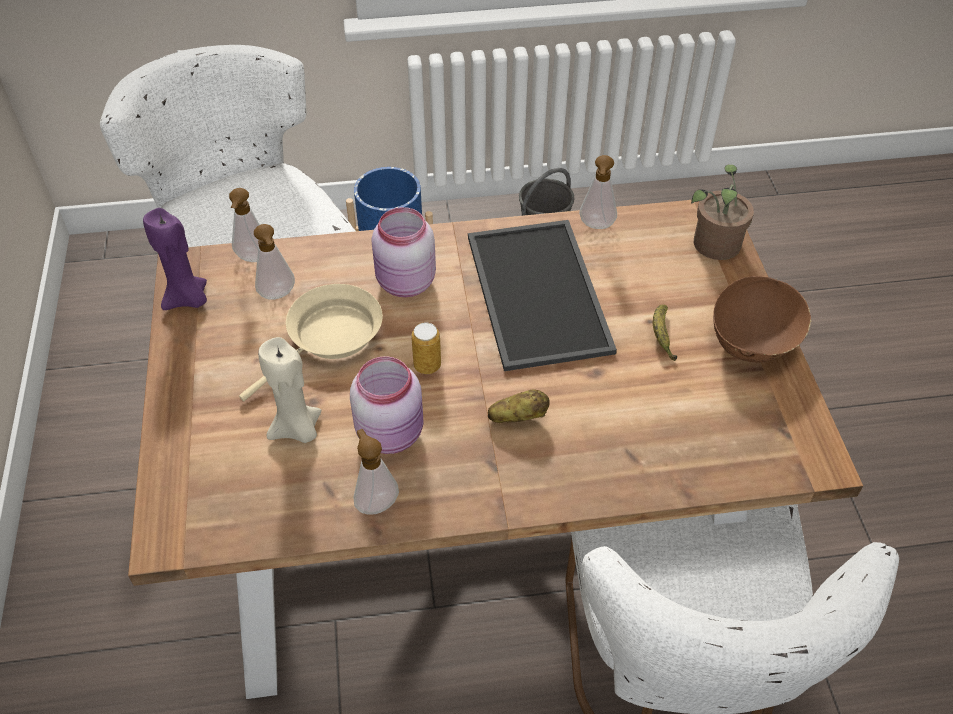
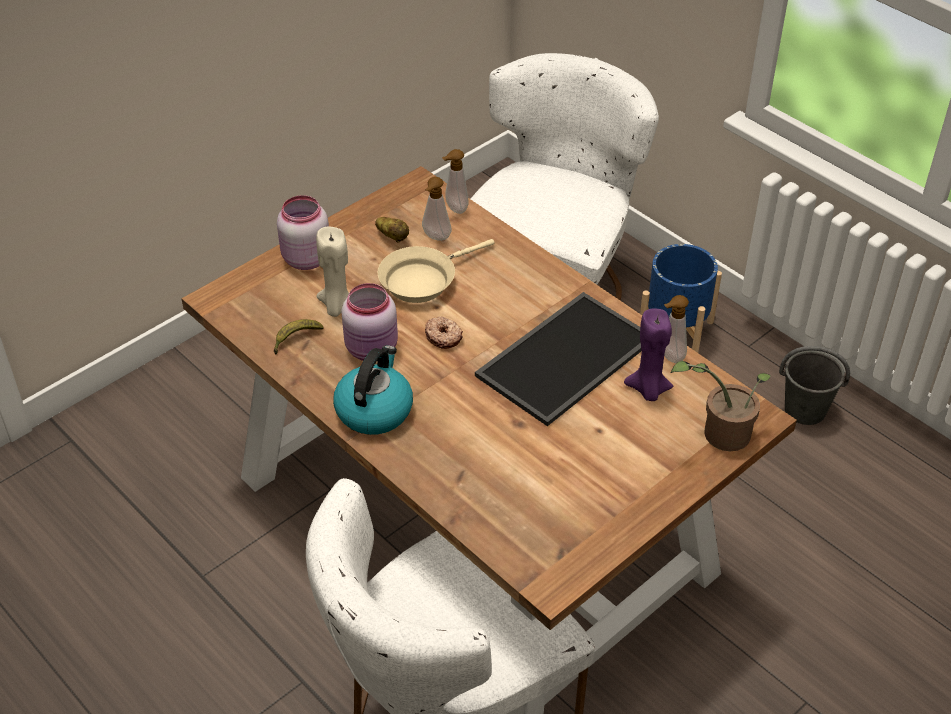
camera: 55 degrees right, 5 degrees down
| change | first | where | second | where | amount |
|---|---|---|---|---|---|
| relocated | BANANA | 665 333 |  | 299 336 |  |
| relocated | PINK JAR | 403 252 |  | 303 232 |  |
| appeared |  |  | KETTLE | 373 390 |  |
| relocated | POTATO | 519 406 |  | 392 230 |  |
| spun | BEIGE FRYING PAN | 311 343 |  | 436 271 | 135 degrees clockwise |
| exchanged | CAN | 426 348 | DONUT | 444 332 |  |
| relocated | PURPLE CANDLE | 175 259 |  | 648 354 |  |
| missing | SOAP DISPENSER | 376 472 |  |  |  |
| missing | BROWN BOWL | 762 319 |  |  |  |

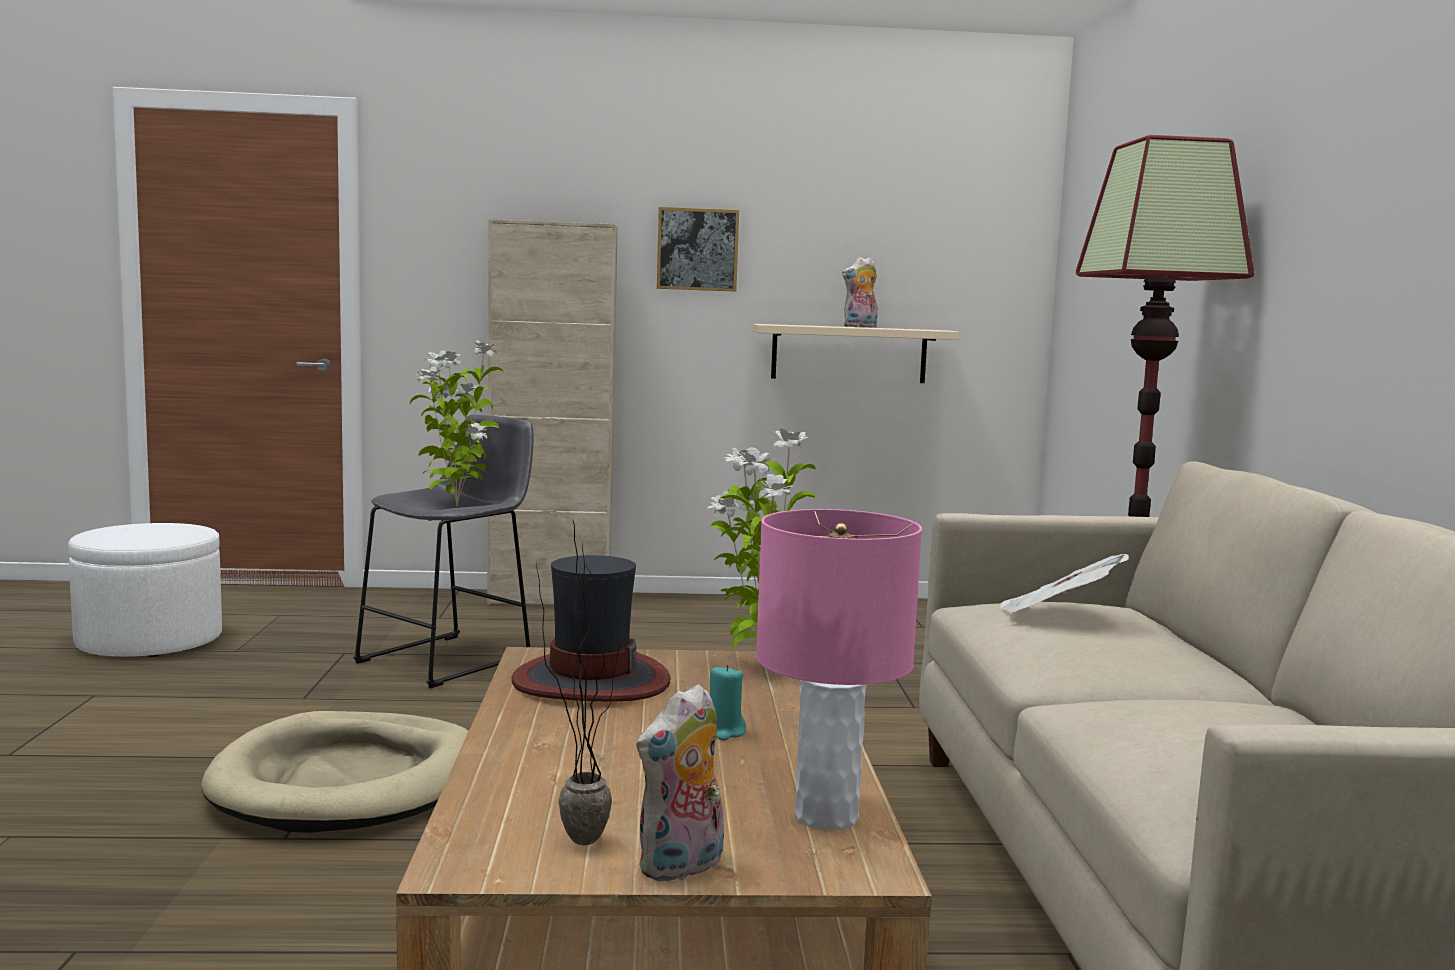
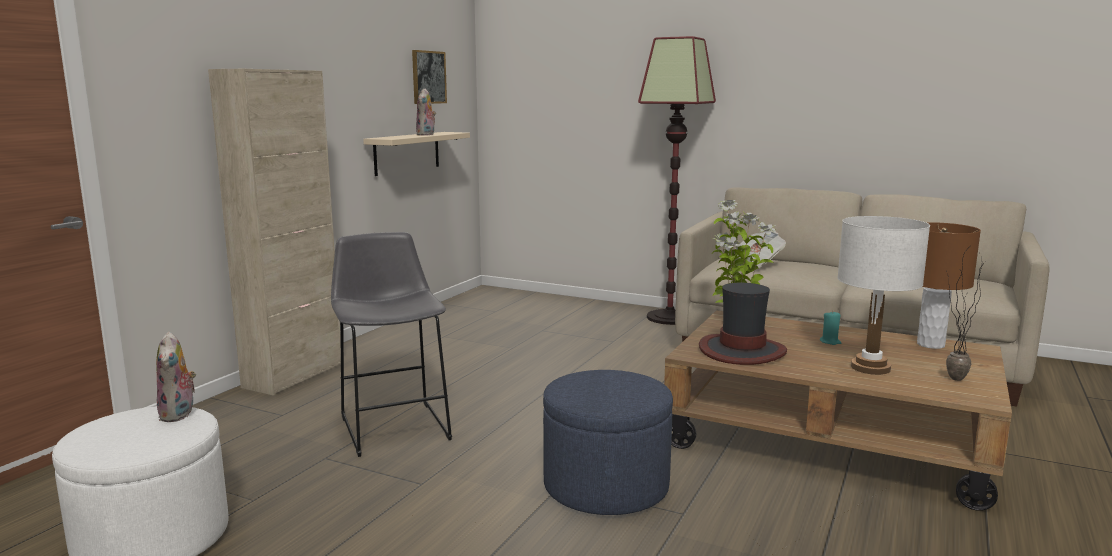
camera: 60 degrees left, 5 degrees up
| change | first | where | second | where | amount |
|---|---|---|---|---|---|
| relocated | PLUSH TOY | 680 783 |  | 176 376 |  |
| relocated | PICTURE | 698 249 |  | 429 77 |  |
| exchanged | BEIGE DOG BED | 335 772 | BLUE OTTOMAN | 608 442 |  |
| appeared |  |  | WHITE TABLE LAMP | 883 295 |  |
| colour | PINK TABLE LAMP | 839 669 | BROWN TABLE LAMP | 949 285 |  |
| missing | POTTED PLANT | 457 423 |  |  |  |

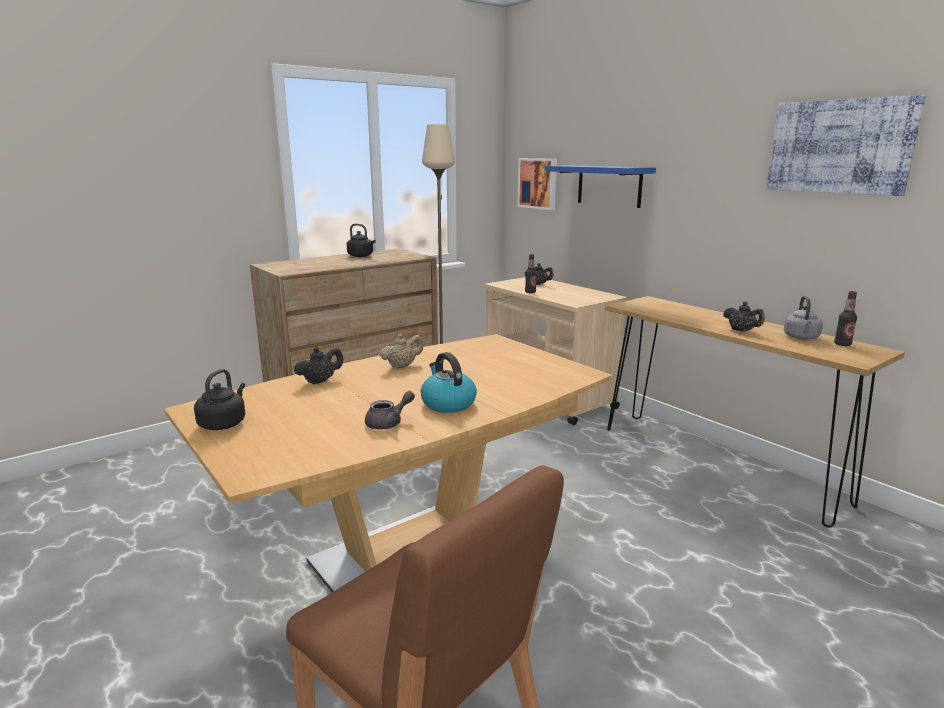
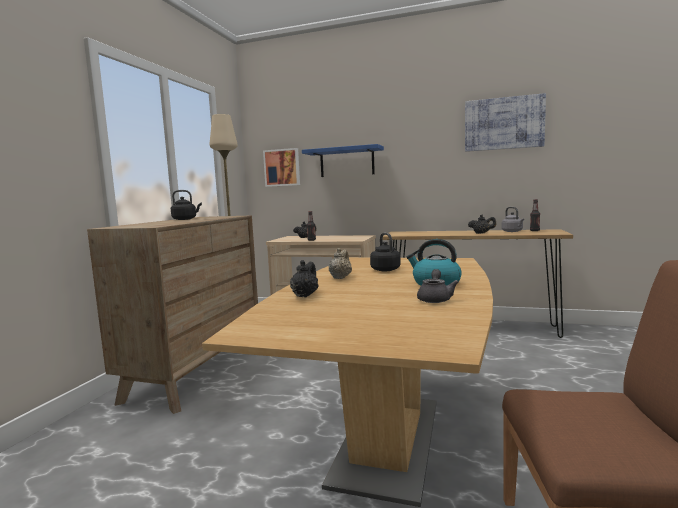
camera: 35 degrees left, 10 degrees down
| change | first | where | second | where | amount |
|---|---|---|---|---|---|
| relocated | BLACK KETTLE | 219 399 |  | 385 252 |  |

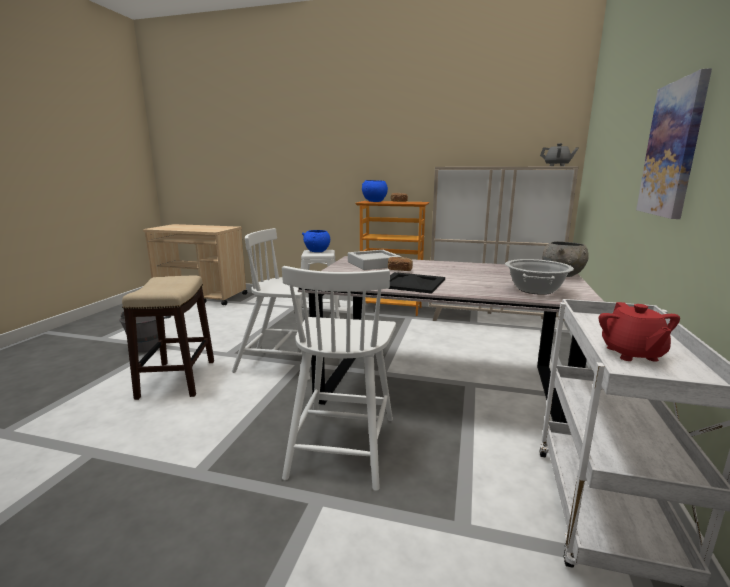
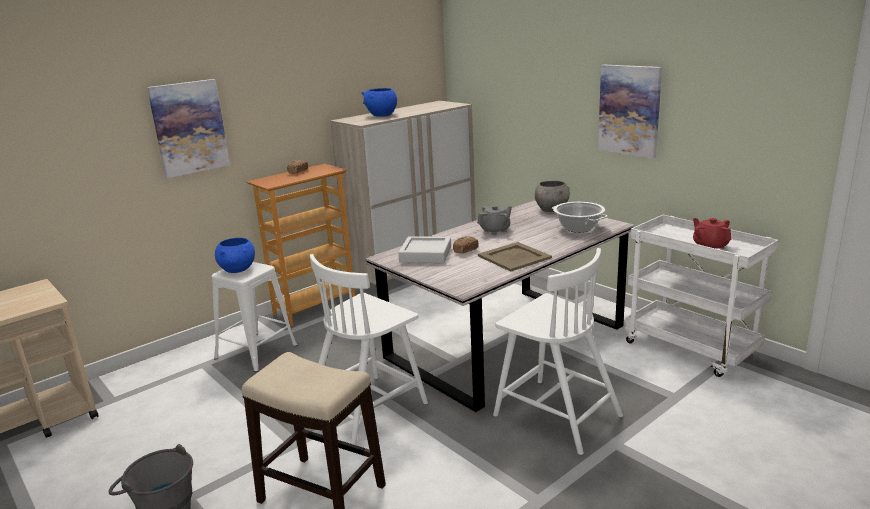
camera: 55 degrees left, 5 degrees up
| change | first | where | second | where | amount |
|---|---|---|---|---|---|
| appeared |  |  | PICTURE | 188 128 |  |
| relocated | BLUE BOWL | 375 191 |  | 379 102 |  |
| relocated | GREY TEAPOT | 559 154 |  | 494 220 |  |
| colour | BLACK TRAY | 416 283 | BEIGE TRAY | 515 257 |  |
| spun | RED TEAPOT | 639 332 |  | 712 233 | 150 degrees counterclockwise |

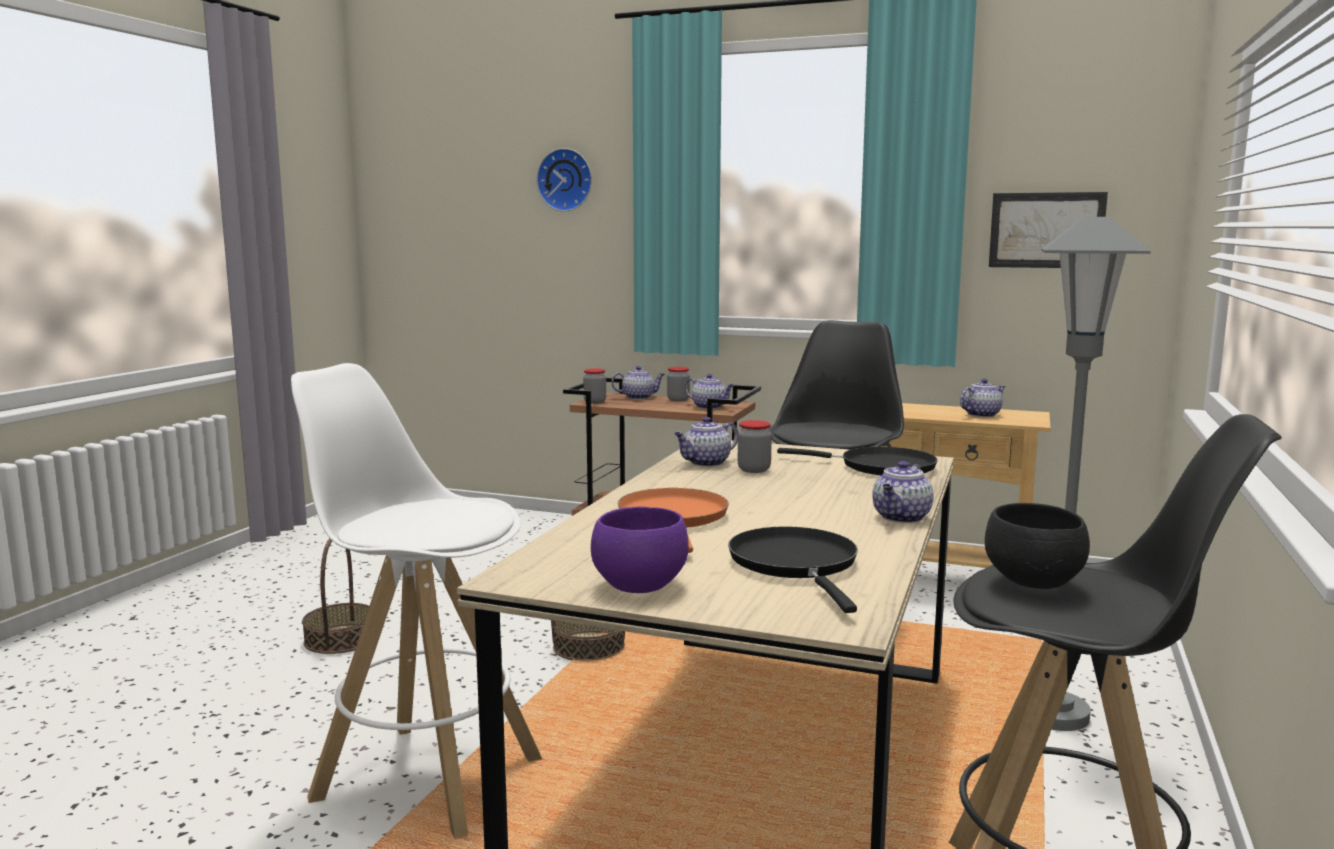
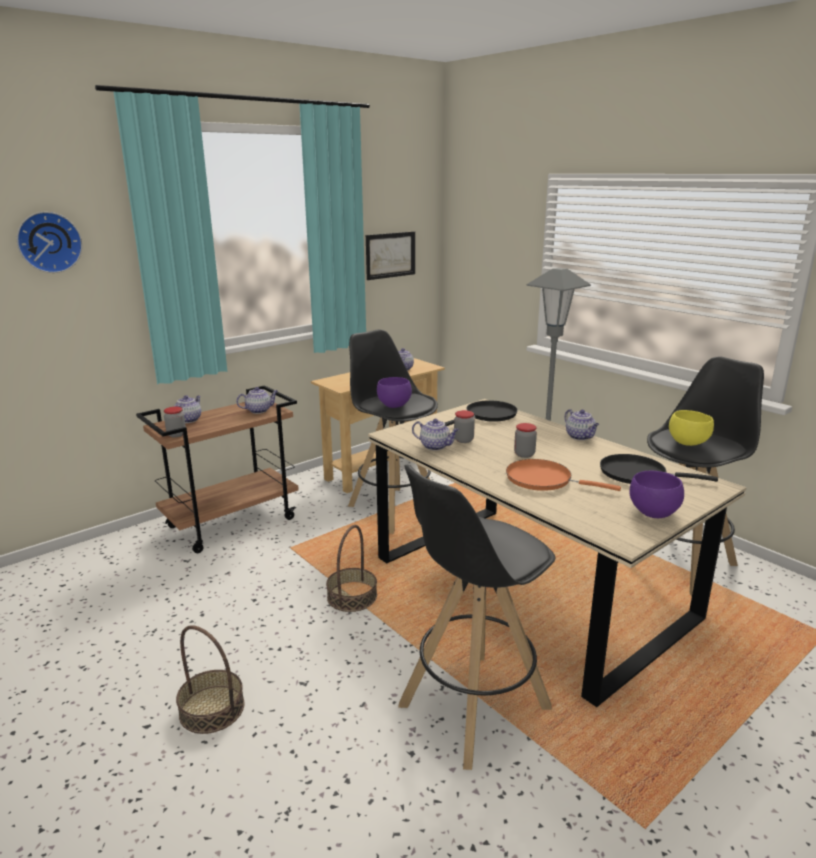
camera: 60 degrees left, 10 degrees up
| change | first | where | second | where | amount |
|---|---|---|---|---|---|
| appeared |  |  | PURPLE BOWL | 394 392 |  |
| colour | WHITE STOOL | 416 601 | BLACK STOOL | 477 617 |  |
| spun | TEAPOT | 706 442 |  | 435 434 | 60 degrees counterclockwise |
| relocated | JAR | 678 384 |  | 525 440 |  |
| colour | BLACK BOWL | 1037 546 | YELLOW BOWL | 691 428 |  |

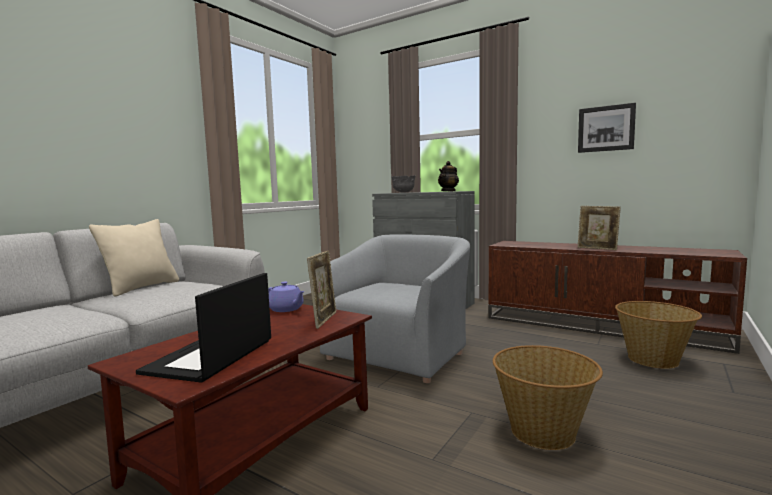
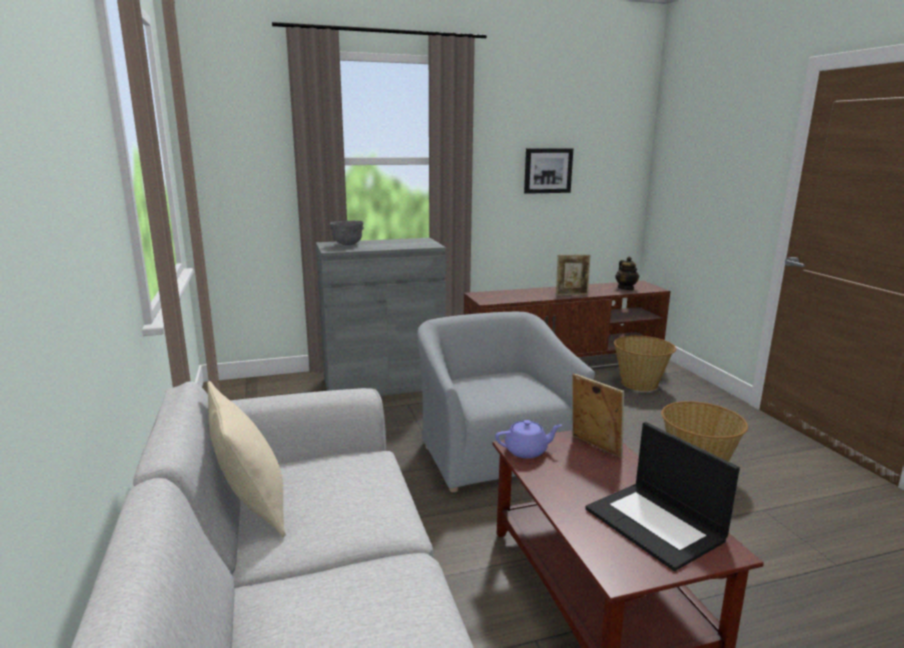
camera: 50 degrees left, 10 degrees up
| change | first | where | second | where | amount |
|---|---|---|---|---|---|
| relocated | TEAPOT | 448 176 |  | 627 273 |  |

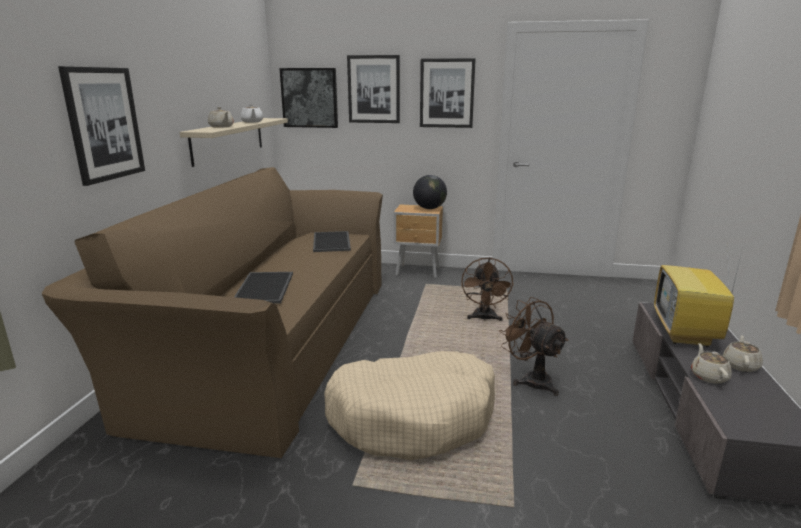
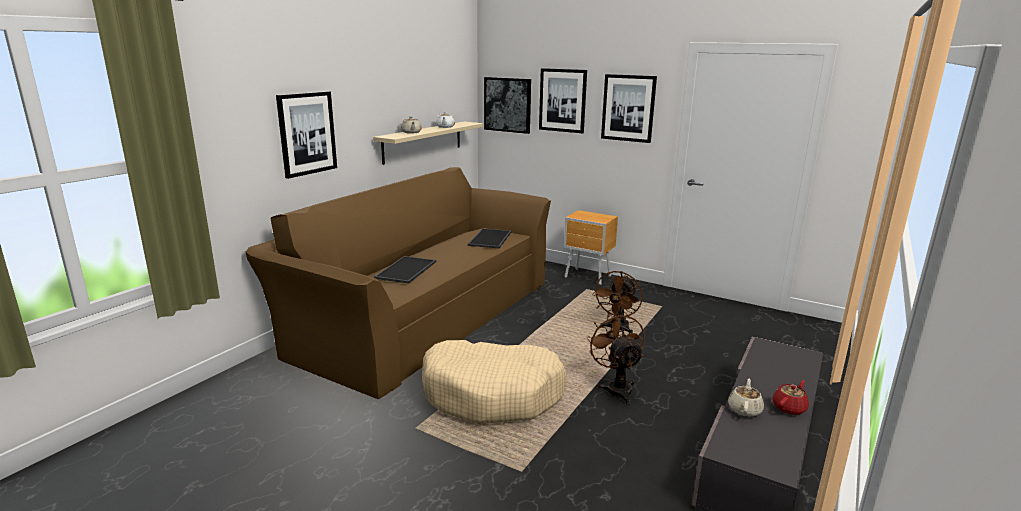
camera: 20 degrees right, 0 degrees up
| change | first | where | second | where | amount |
|---|---|---|---|---|---|
| colour | BEIGE TEAPOT | 743 353 | RED TEAPOT | 790 397 |  |
| missing | GLOBE | 430 192 |  |  |  |
| missing | TELEVISION | 698 297 |  |  |  |

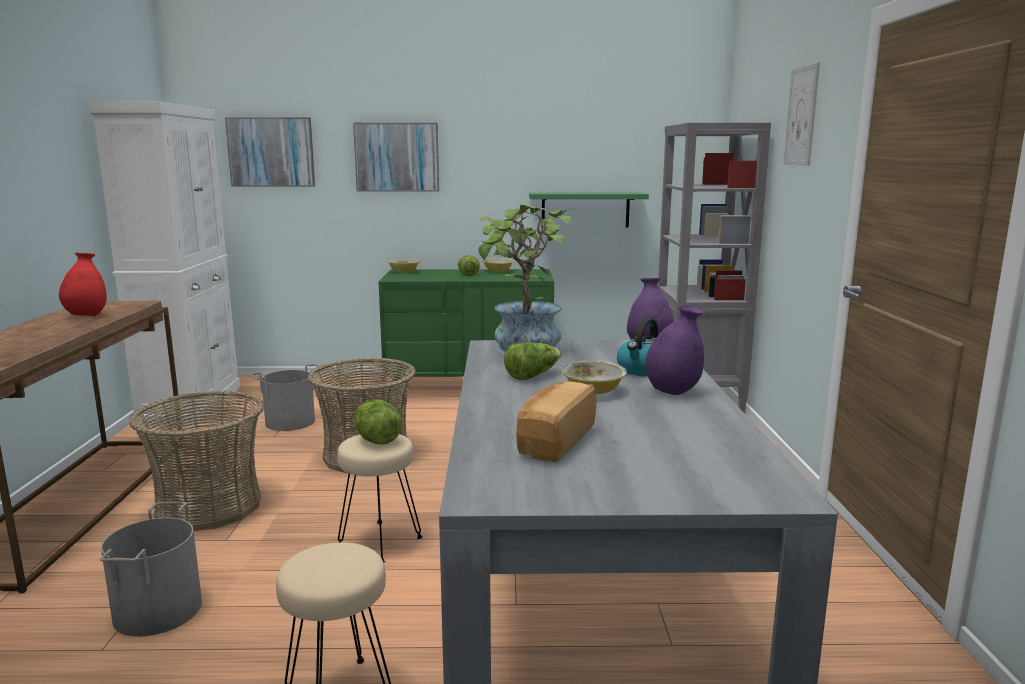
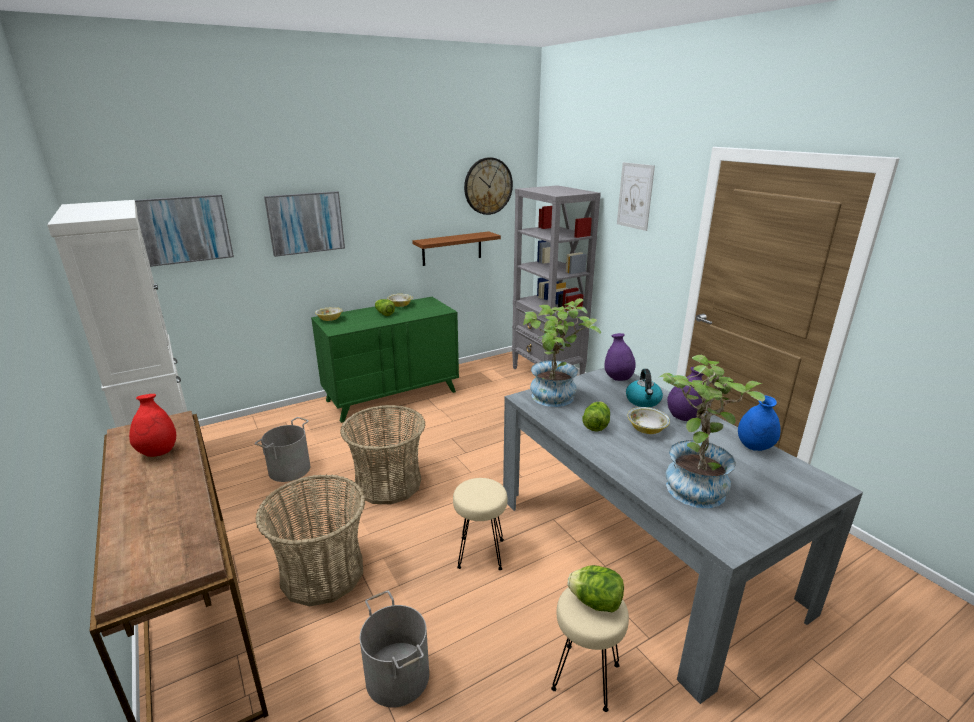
camera: 30 degrees left, 10 degrees up
| change | first | where | second | where | amount |
|---|---|---|---|---|---|
| colour | GREEN SHELF | 589 210 | BROWN SHELF | 456 248 |  |
| appeared |  |  | WALL CLOCK | 488 186 |  |
| relocated | LETTUCE | 378 422 |  | 596 589 |  |
| exchanged | BREAD | 556 422 | POTTED PLANT | 711 431 |  |
| appeared |  |  | BLUE VASE | 759 423 |  |

